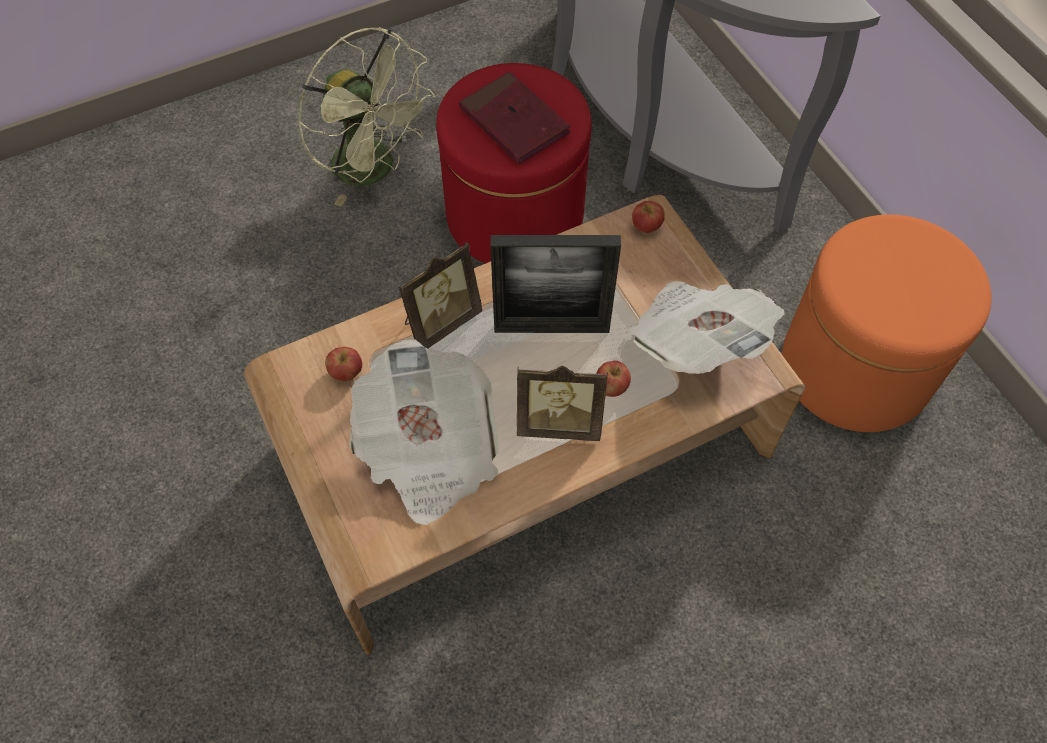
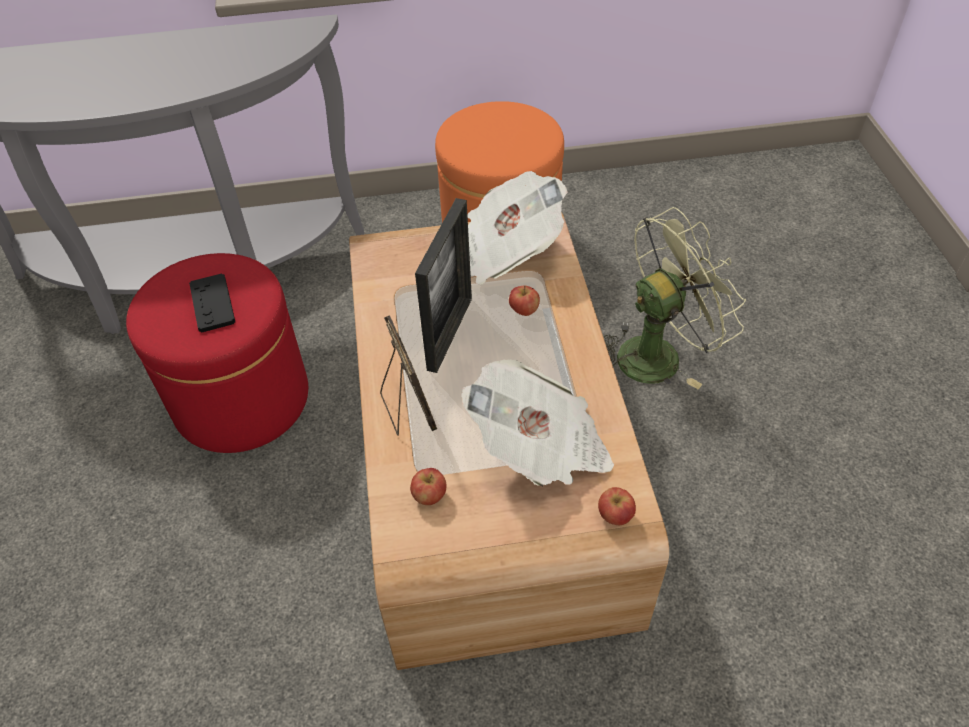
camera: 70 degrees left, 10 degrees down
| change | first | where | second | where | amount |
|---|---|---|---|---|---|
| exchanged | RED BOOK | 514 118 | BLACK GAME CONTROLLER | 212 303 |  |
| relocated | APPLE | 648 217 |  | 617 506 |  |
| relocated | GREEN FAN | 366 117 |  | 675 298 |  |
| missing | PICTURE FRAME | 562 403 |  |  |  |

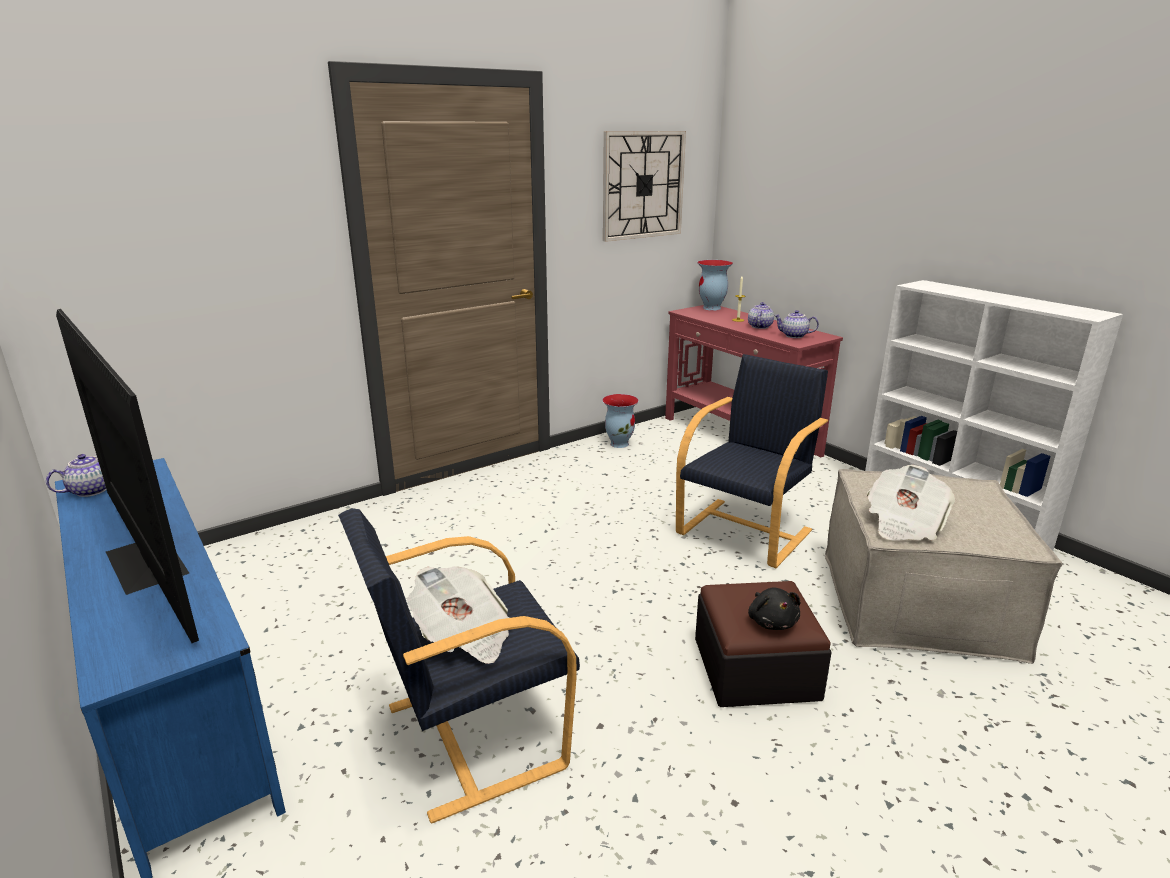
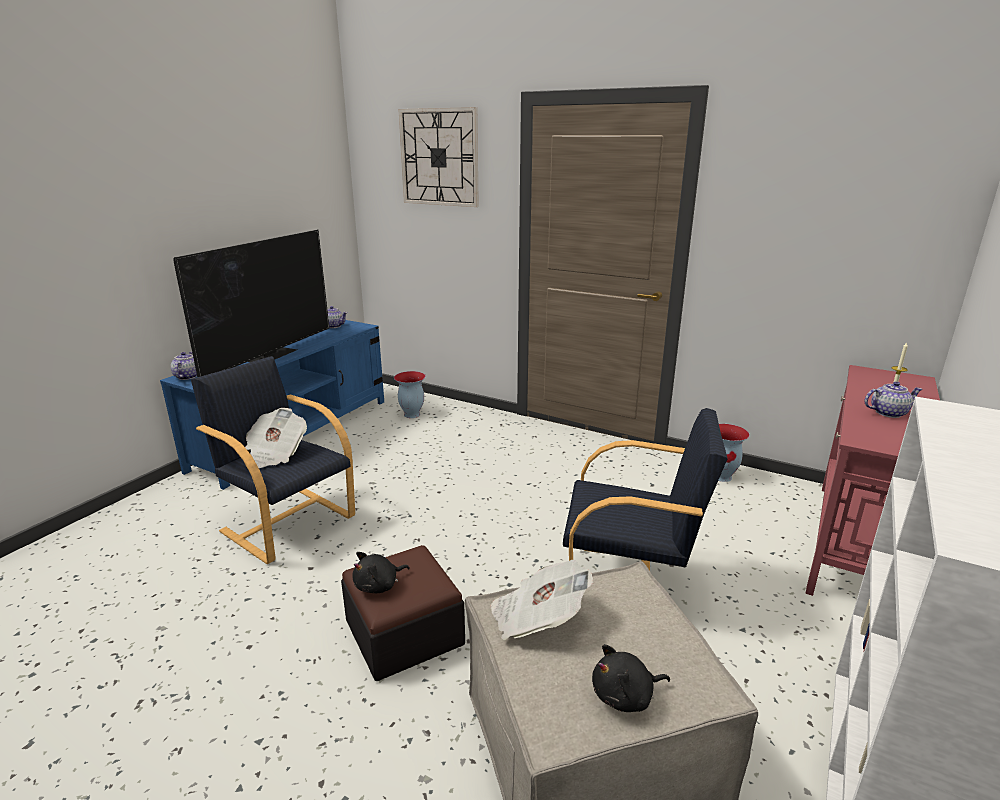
camera: 65 degrees right, 0 degrees up
| change | first | where | second | where | amount |
|---|---|---|---|---|---|
| relocated | TEAPOT | 796 324 |  | 184 366 |  |
| relocated | VASE | 715 285 |  | 410 394 |  |
| relocated | WALL CLOCK | 644 186 |  | 438 157 |  |
| appeared |  |  | BLACK PLUSH TOY | 631 678 |  |

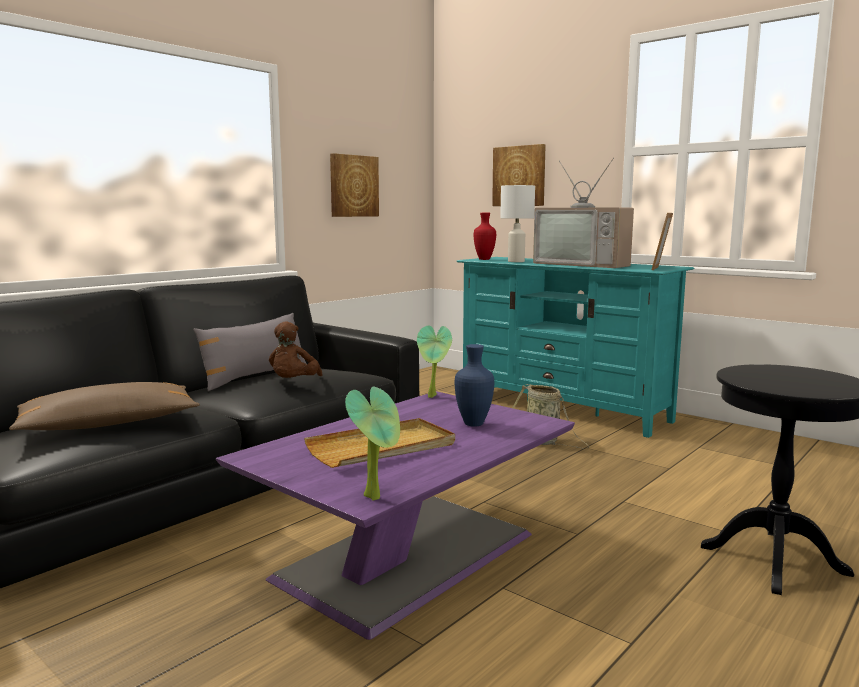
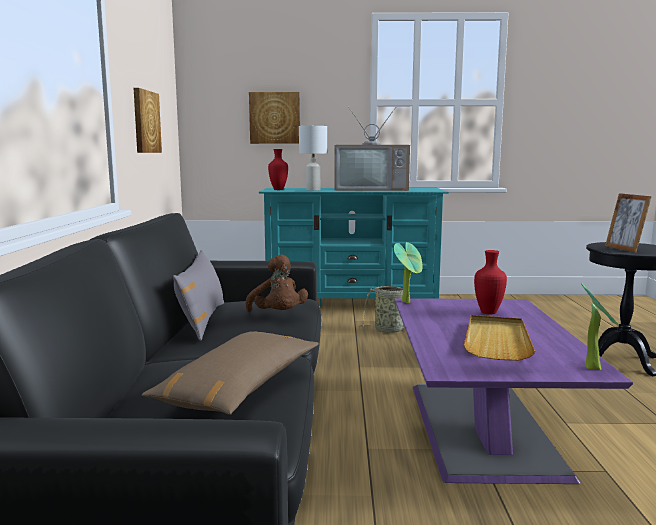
camera: 40 degrees left, 0 degrees up
| change | first | where | second | where | amount |
|---|---|---|---|---|---|
| colour | BLUE VASE | 474 385 | RED VASE | 490 282 |  |
| relocated | PICTURE FRAME | 662 241 |  | 628 223 |  |

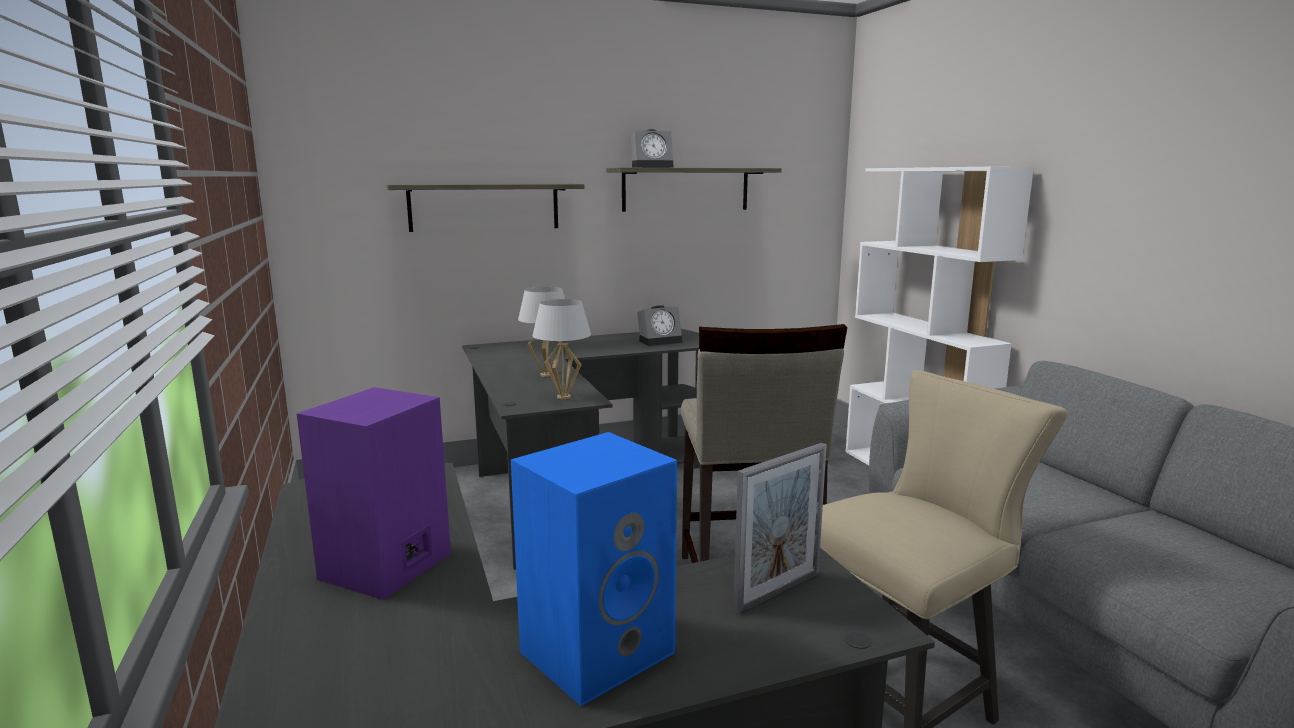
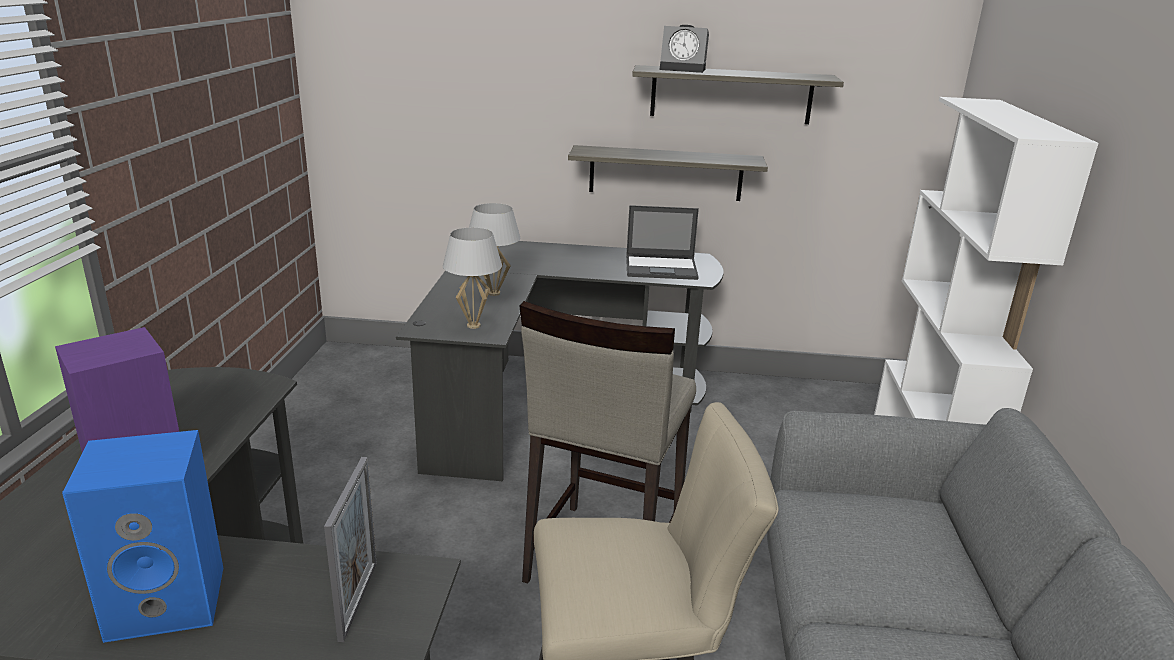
camera: 25 degrees right, 10 degrees up
| change | first | where | second | where | amount |
|---|---|---|---|---|---|
| spun | PICTURE FRAME | 780 528 |  | 350 549 | 75 degrees counterclockwise |
| relocated | SHELF | 486 208 |  | 668 173 |  |
| exchanged | ALARM CLOCK | 660 325 | LAPTOP | 662 242 |  |

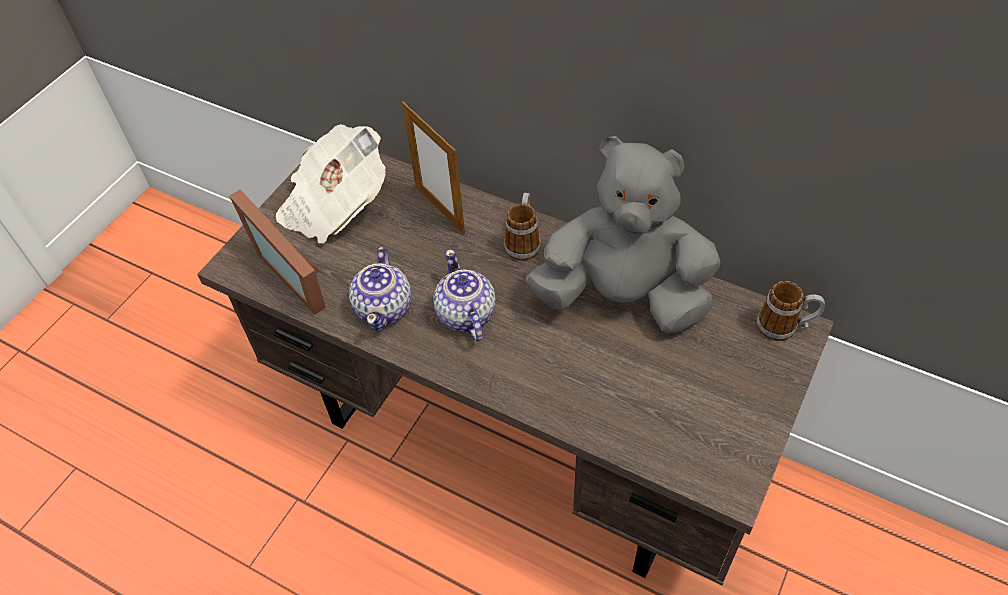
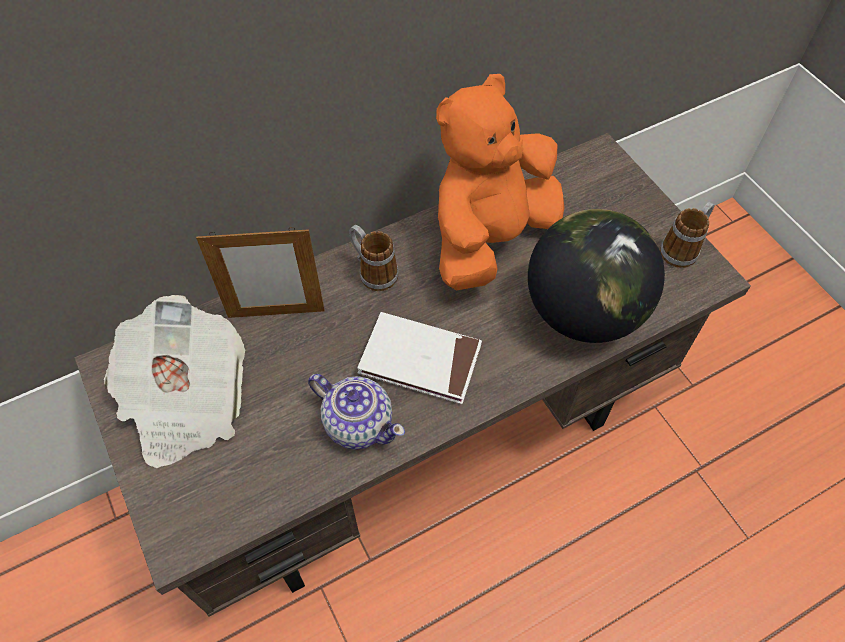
camera: 60 degrees left, 5 degrees up
| change | first | where | second | where | amount |
|---|---|---|---|---|---|
| exchanged | TEAPOT | 464 295 | WHITE BOOK | 419 358 |  |
| colour | GREY PLUSH TOY | 623 235 | ORANGE PLUSH TOY | 500 182 |  |
| appeared |  |  | GLOBE | 596 276 |  |
| relocated | MUG | 790 311 |  | 687 235 |  |
| missing | PICTURE FRAME | 277 252 |  |  |  |

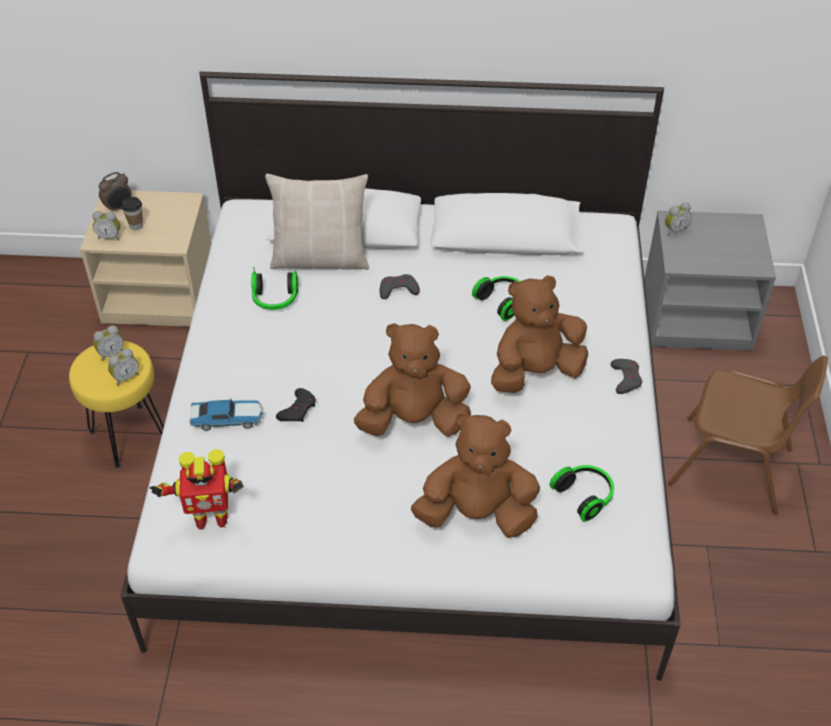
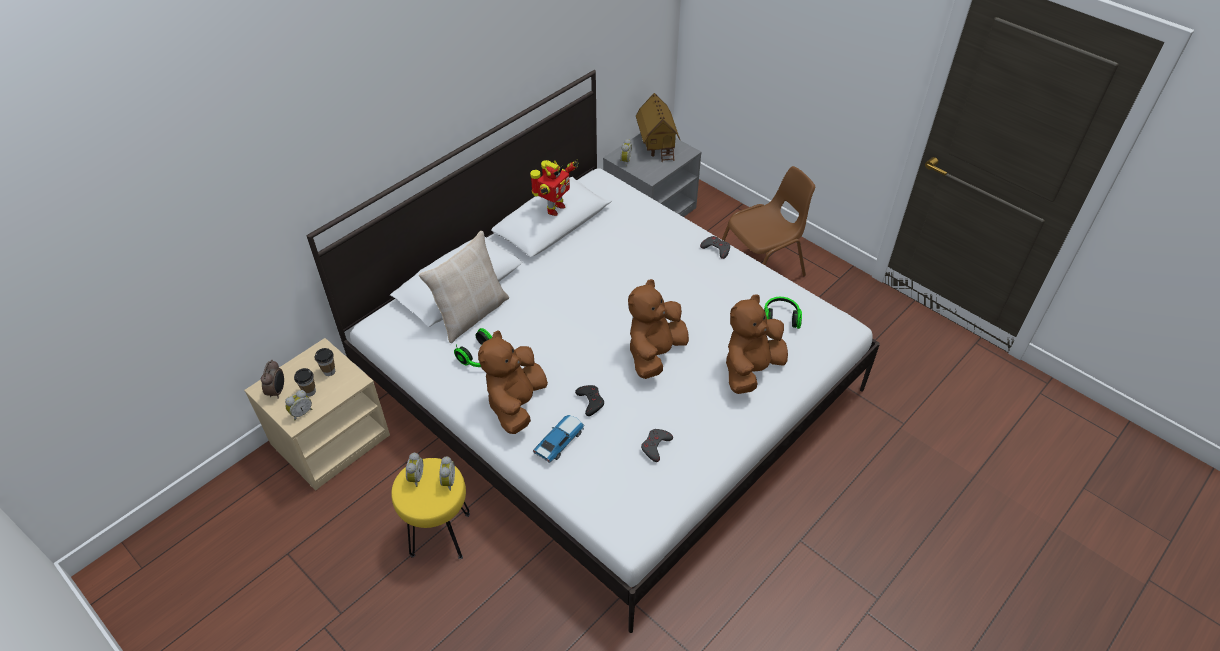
camera: 50 degrees left, 0 degrees up
| change | first | where | second | where | amount |
|---|---|---|---|---|---|
| appeared |  |  | CUP | 325 362 |  |
| relocated | BROWN PLUSH TOY | 539 334 |  | 513 382 |  |
| relocated | TOY ROBOT | 196 489 |  | 554 187 |  |
| appeared |  |  | TOY HOUSE | 658 127 |  |
| relocated | GREY GAME CONTROLLER | 400 286 |  | 657 445 |  |
| missing | HEADPHONES | 496 298 |  |  |  |

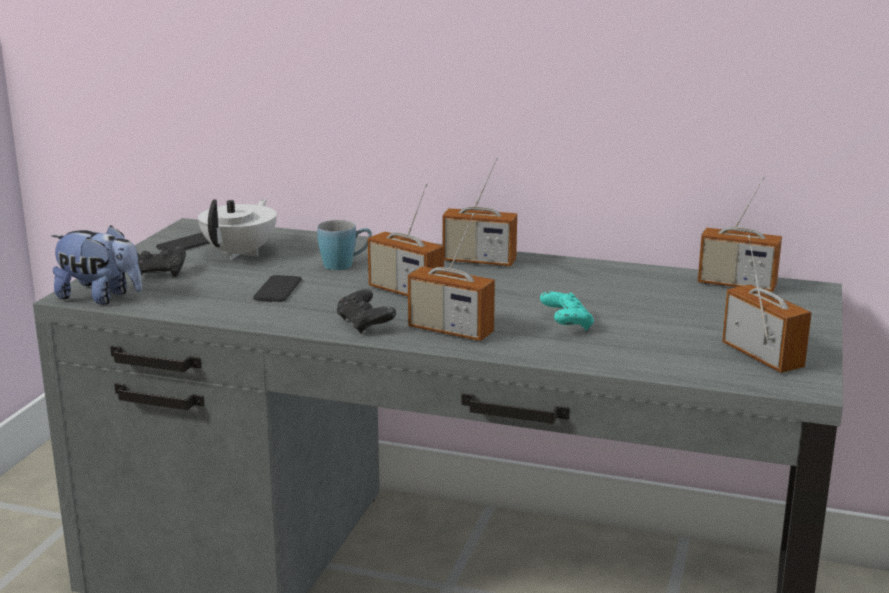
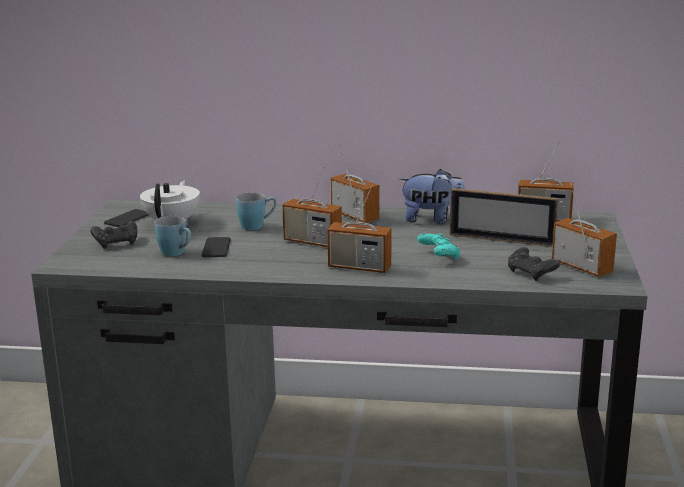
camera: 10 degrees left, 0 degrees up
| change | first | where | second | where | amount |
|---|---|---|---|---|---|
| appeared |  |  | BLUE MUG | 172 236 |  |
| spun | RADIO | 479 212 |  | 355 182 | 135 degrees counterclockwise |
| relocated | PLUSH TOY | 96 265 |  | 432 196 |  |
| appeared |  |  | PICTURE FRAME | 504 217 |  |
| relocated | BLACK GAME CONTROLLER | 366 311 |  | 534 264 |  |

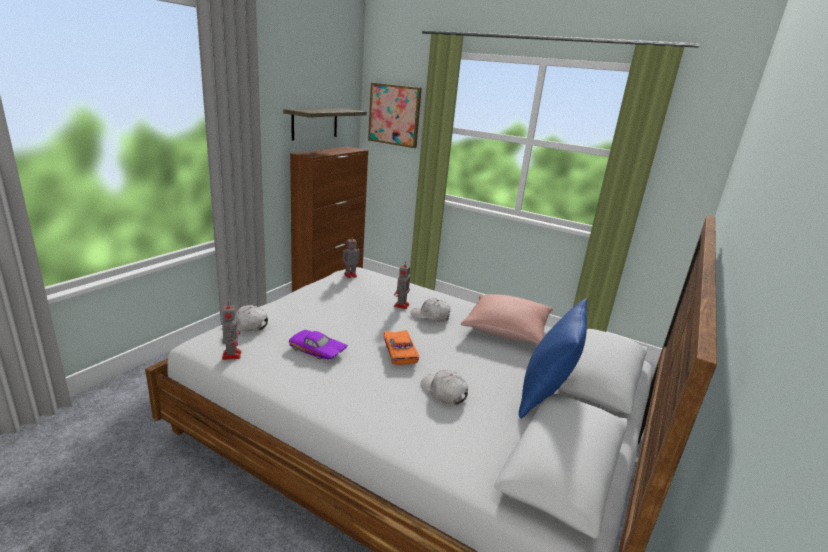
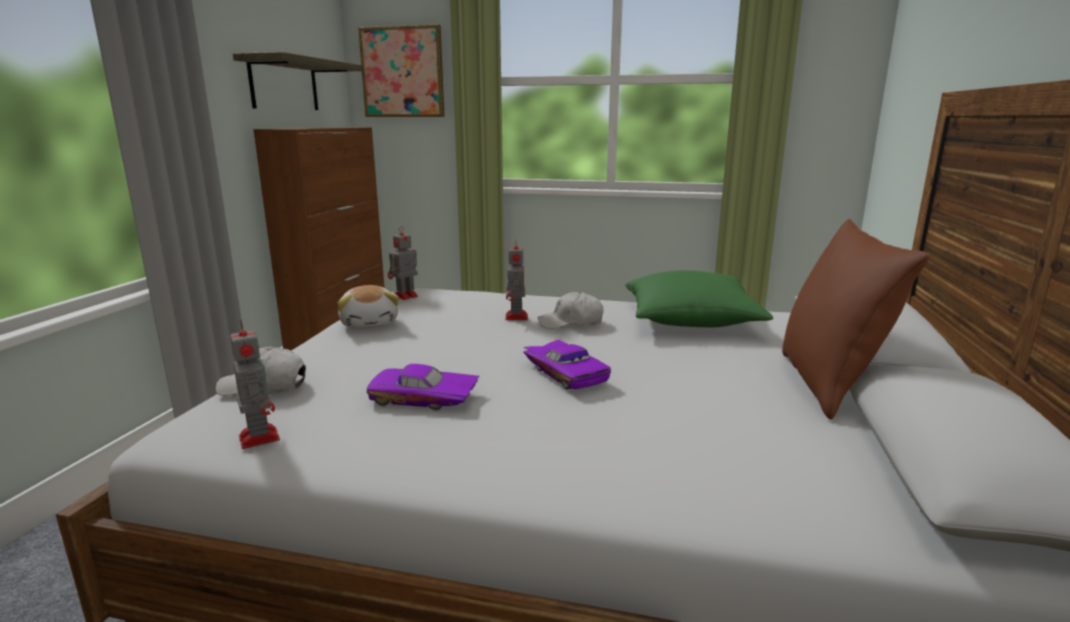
camera: 15 degrees left, 5 degrees down
| change | first | where | second | where | amount |
|---|---|---|---|---|---|
| appeared |  |  | PLUSH TOY | 368 307 |  |
| colour | ORANGE TOY CAR | 401 347 | PURPLE TOY CAR | 567 365 |  |
| colour | PINK PILLOW | 507 319 | GREEN PILLOW | 699 298 |  |
| colour | BLUE PILLOW | 553 359 | BROWN PILLOW | 856 319 |  |
| missing | WHITE CAP | 444 387 |  |  |  |

